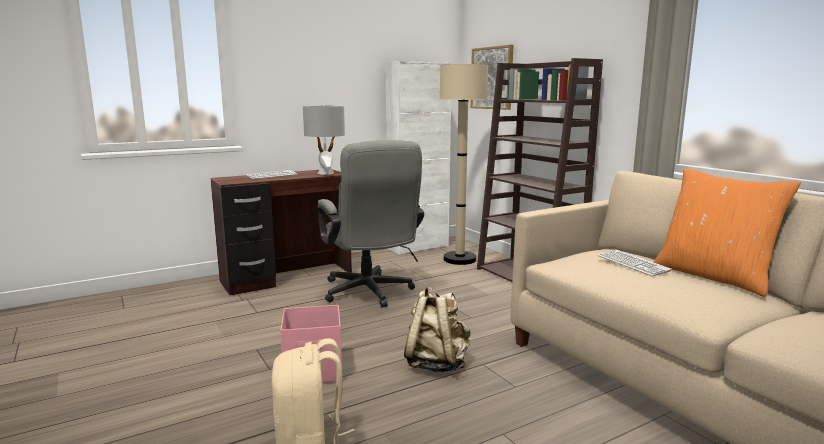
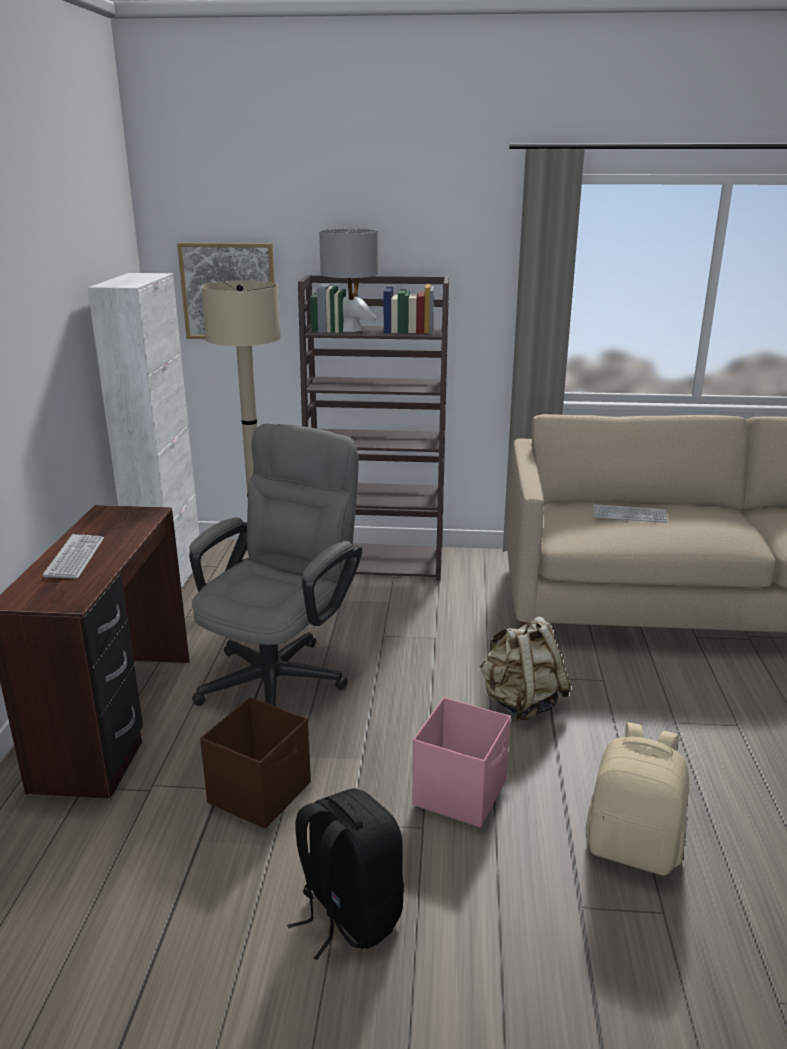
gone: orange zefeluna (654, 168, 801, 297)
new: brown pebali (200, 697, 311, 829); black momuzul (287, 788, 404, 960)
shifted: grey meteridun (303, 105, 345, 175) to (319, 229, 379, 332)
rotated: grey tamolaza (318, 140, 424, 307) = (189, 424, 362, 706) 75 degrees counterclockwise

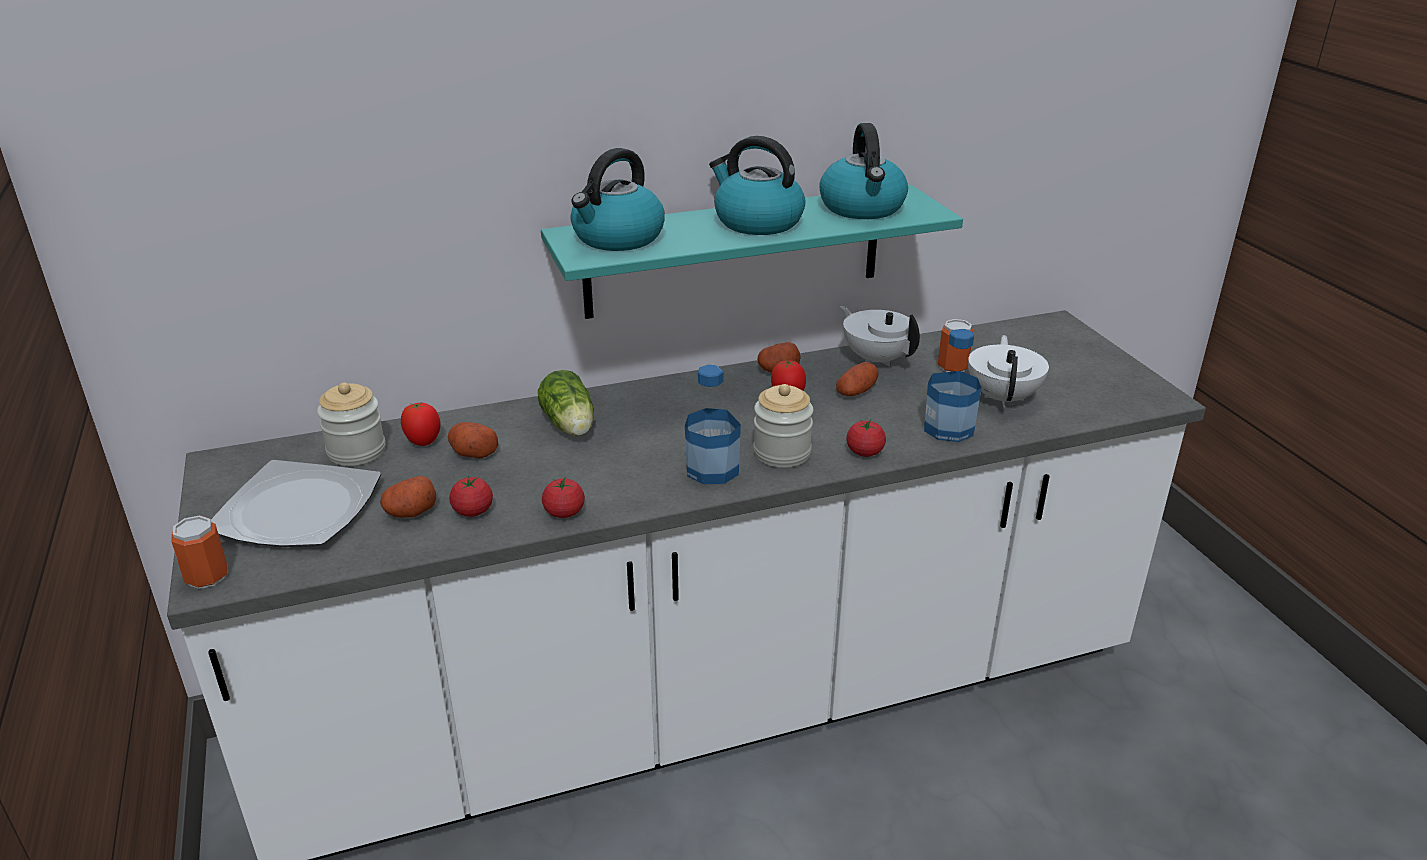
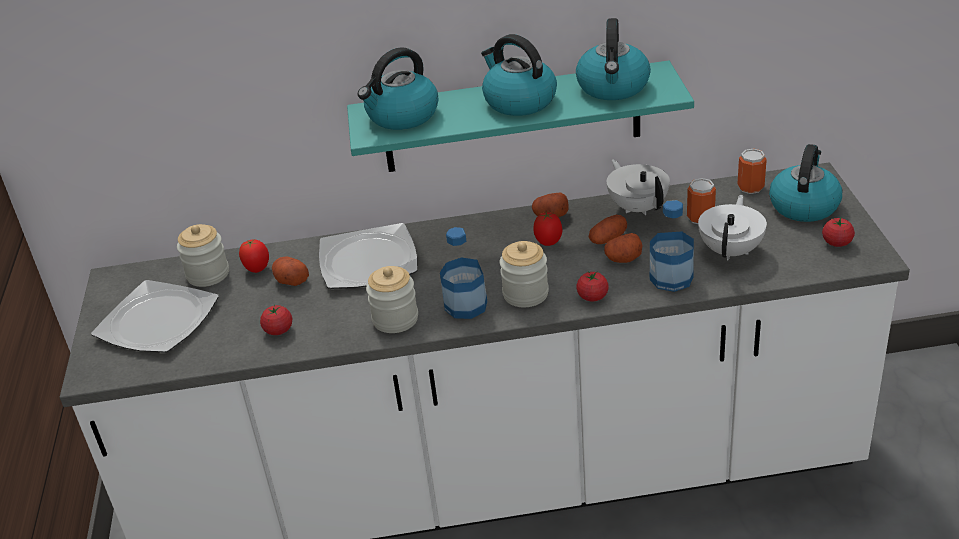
new: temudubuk (366, 266, 418, 333); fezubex (769, 144, 842, 222)
shifted: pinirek (171, 515, 227, 589) to (737, 148, 767, 194); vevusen (380, 476, 436, 518) to (604, 233, 643, 263); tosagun (542, 477, 585, 518) to (822, 217, 855, 247)
swapped: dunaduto (538, 370, 594, 436) to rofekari (319, 223, 417, 289)

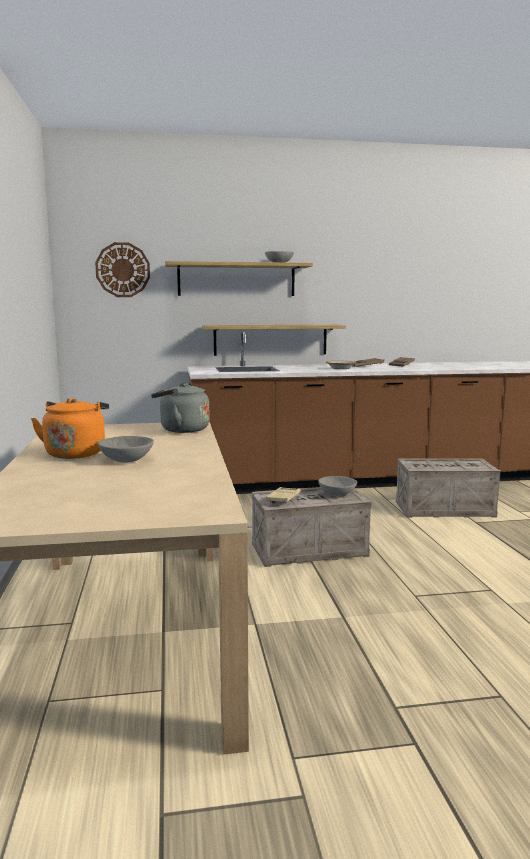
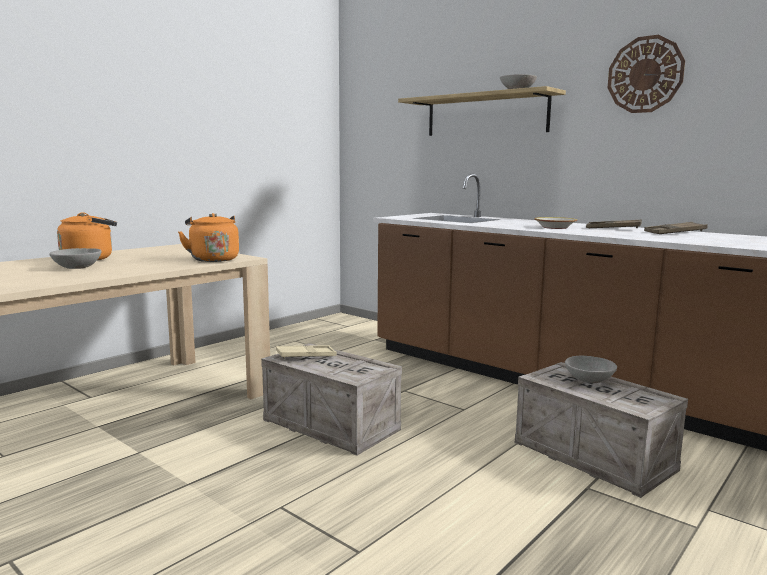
gone: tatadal (202, 325, 346, 356)
shifted: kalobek (95, 242, 150, 297) to (608, 35, 685, 113); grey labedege (318, 476, 357, 496) to (565, 355, 617, 383)
repainted: grey fezubex (151, 383, 210, 433) to orange fezubex (178, 213, 239, 262)

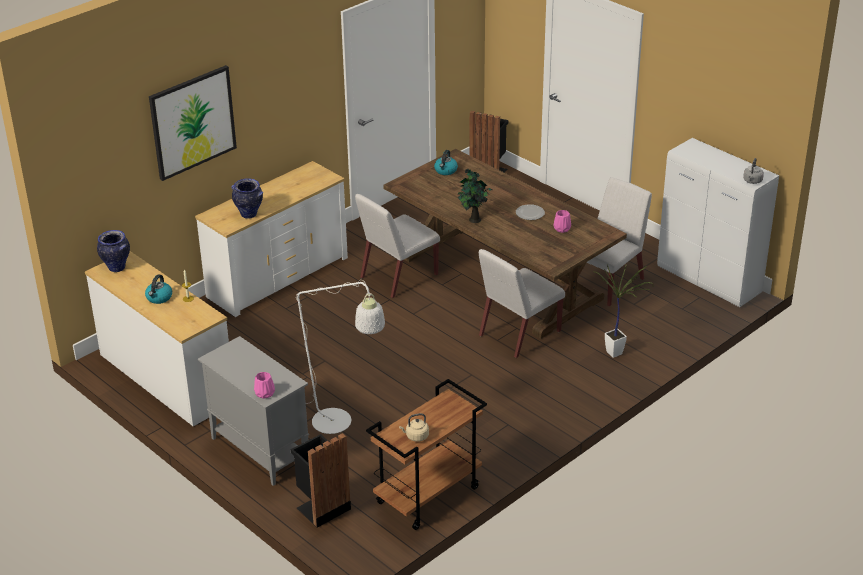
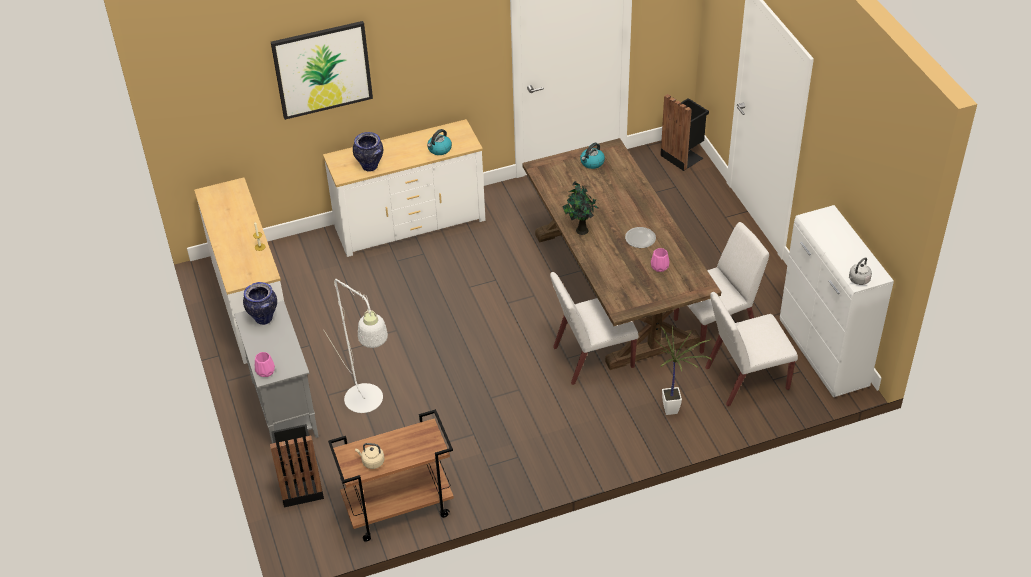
shifted: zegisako (97, 230, 130, 272) to (243, 282, 277, 325); fezubex (145, 274, 172, 304) to (427, 129, 452, 155); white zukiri (355, 194, 440, 298) to (705, 292, 798, 406)

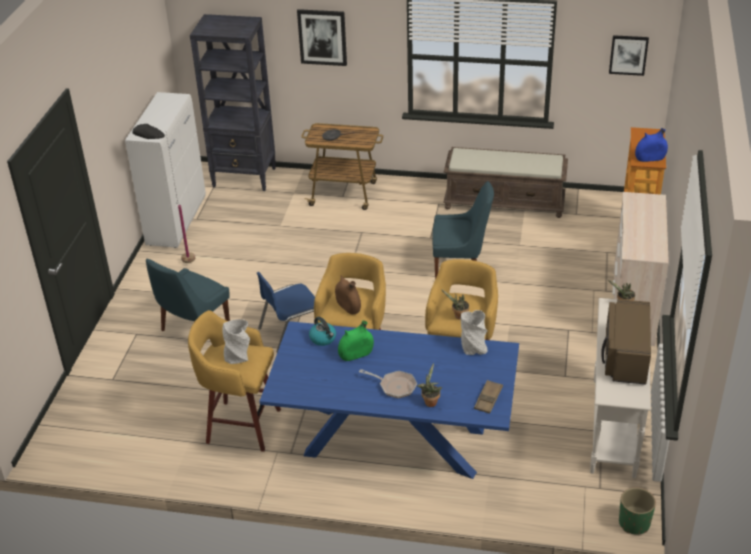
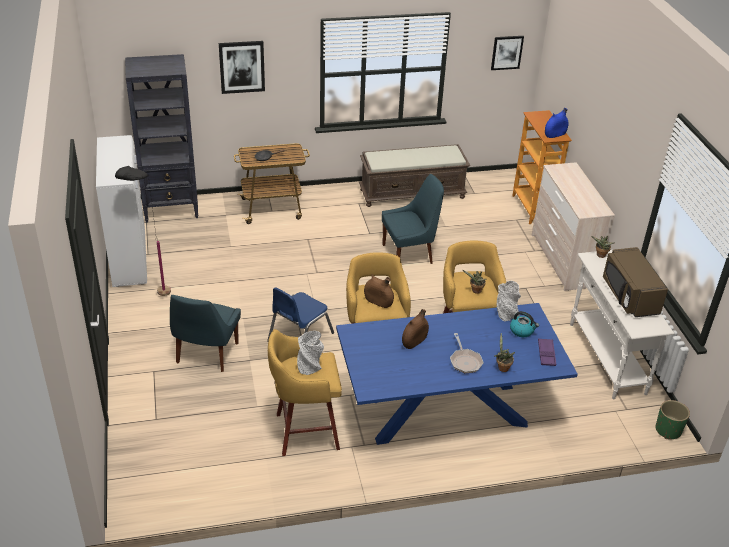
shifted: fezubex (309, 317, 336, 346) to (510, 311, 539, 337)
repainted: green zegisako (338, 320, 374, 361) to brown zegisako (402, 309, 429, 349); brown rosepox (474, 380, 503, 414) to purple rosepox (538, 338, 556, 366)
rotated: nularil (359, 369, 417, 398) = (450, 333, 484, 373) 75 degrees clockwise

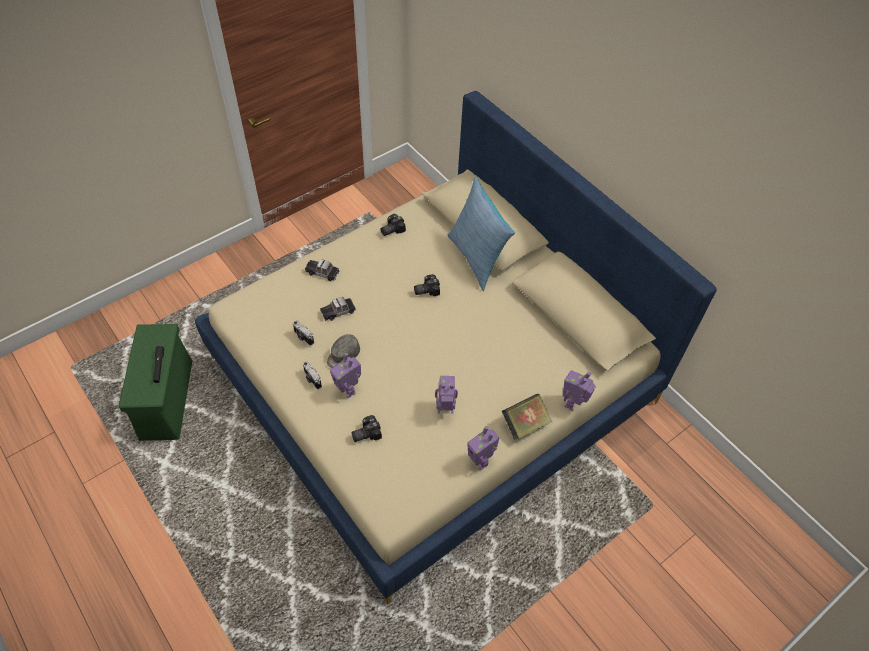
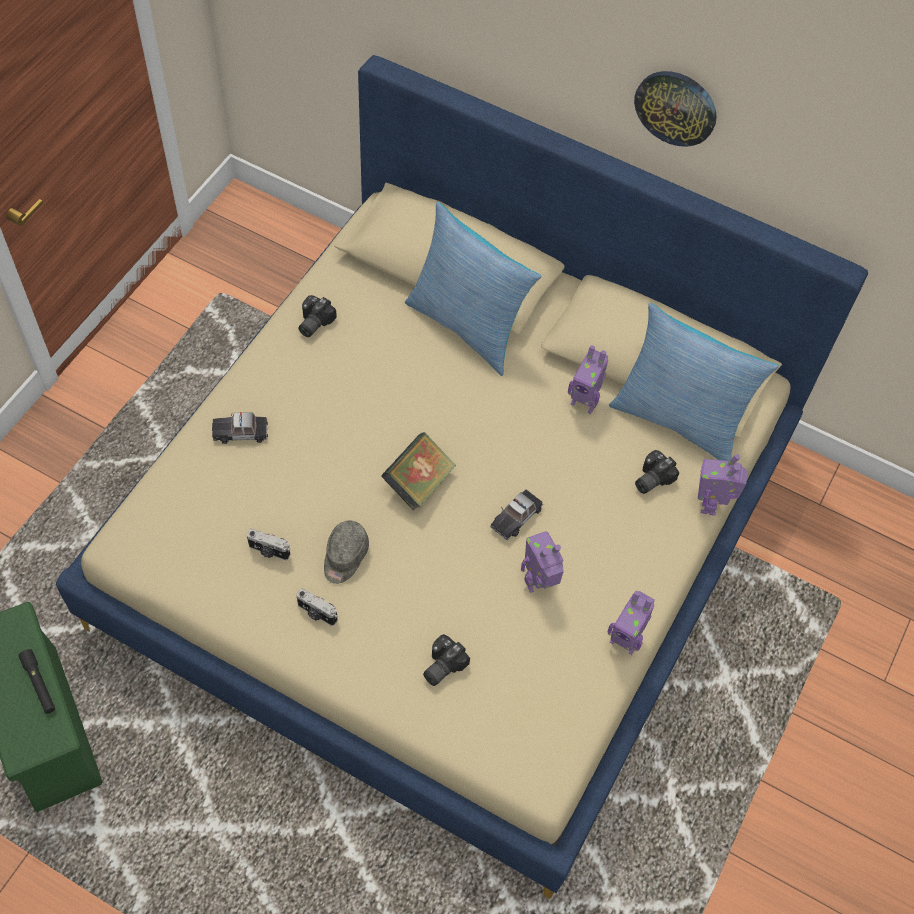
new: zefeluna (609, 303, 779, 461); kalobek (634, 71, 717, 147)
shifted: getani (320, 297, 356, 321) to (490, 489, 543, 541); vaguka (330, 353, 361, 398) to (568, 345, 608, 414); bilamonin (414, 274, 440, 296) to (635, 450, 679, 494); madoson (502, 394, 552, 440) to (381, 432, 456, 511)

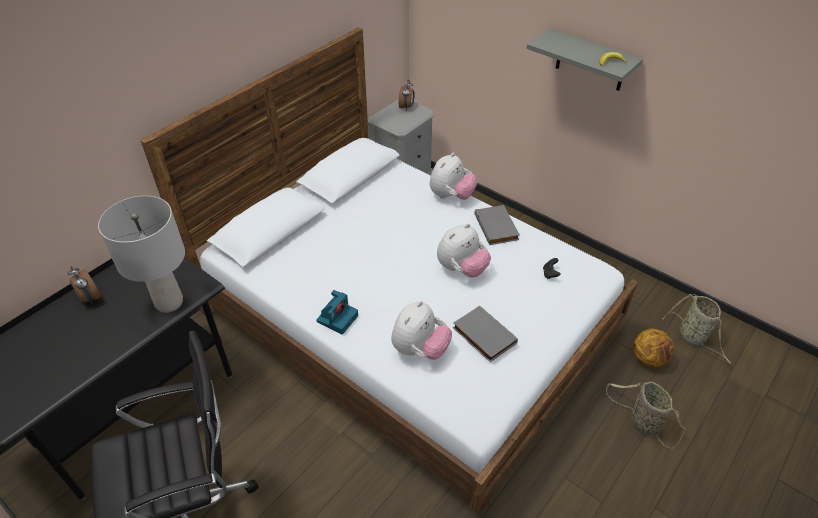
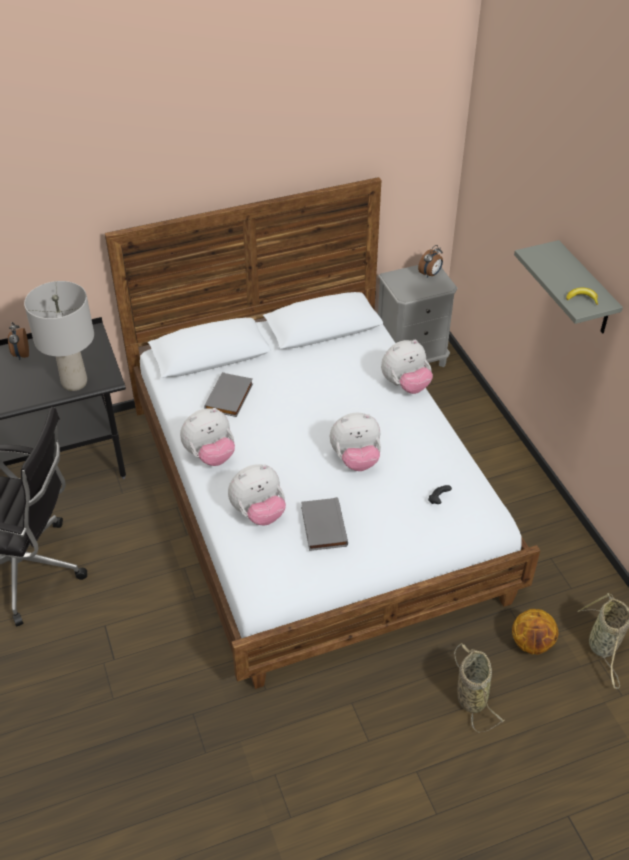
shifted: grey madoson (474, 205, 520, 245) to (204, 372, 253, 417)
swapped: bilamonin (316, 290, 358, 335) to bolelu (180, 408, 235, 466)

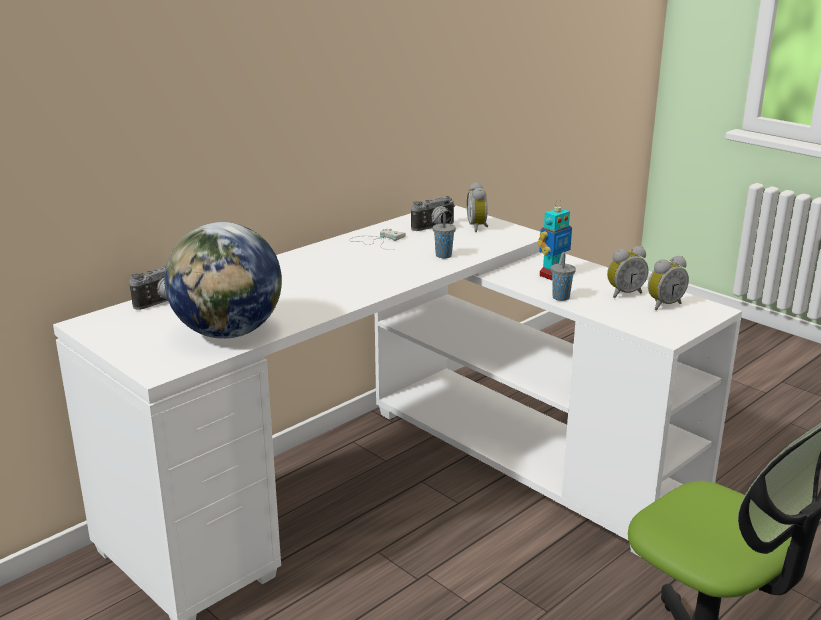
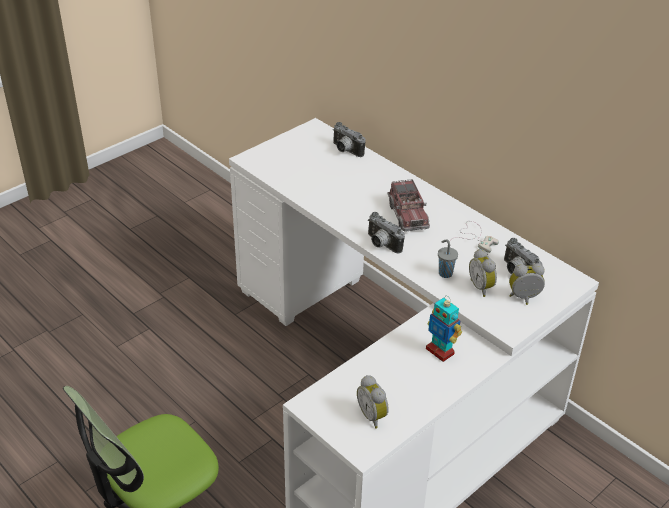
gone: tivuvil (165, 222, 282, 339); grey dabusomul (551, 252, 576, 301)
new: bilamonin (368, 212, 405, 253); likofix (387, 179, 430, 232)
shifted: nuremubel (607, 246, 648, 298) to (469, 249, 497, 297)

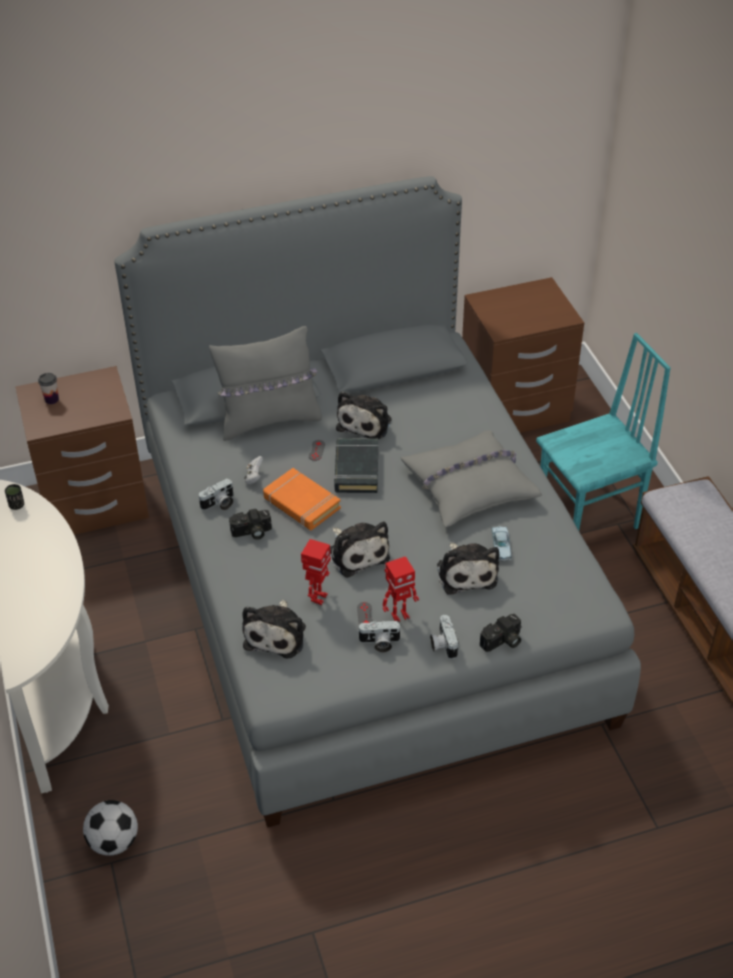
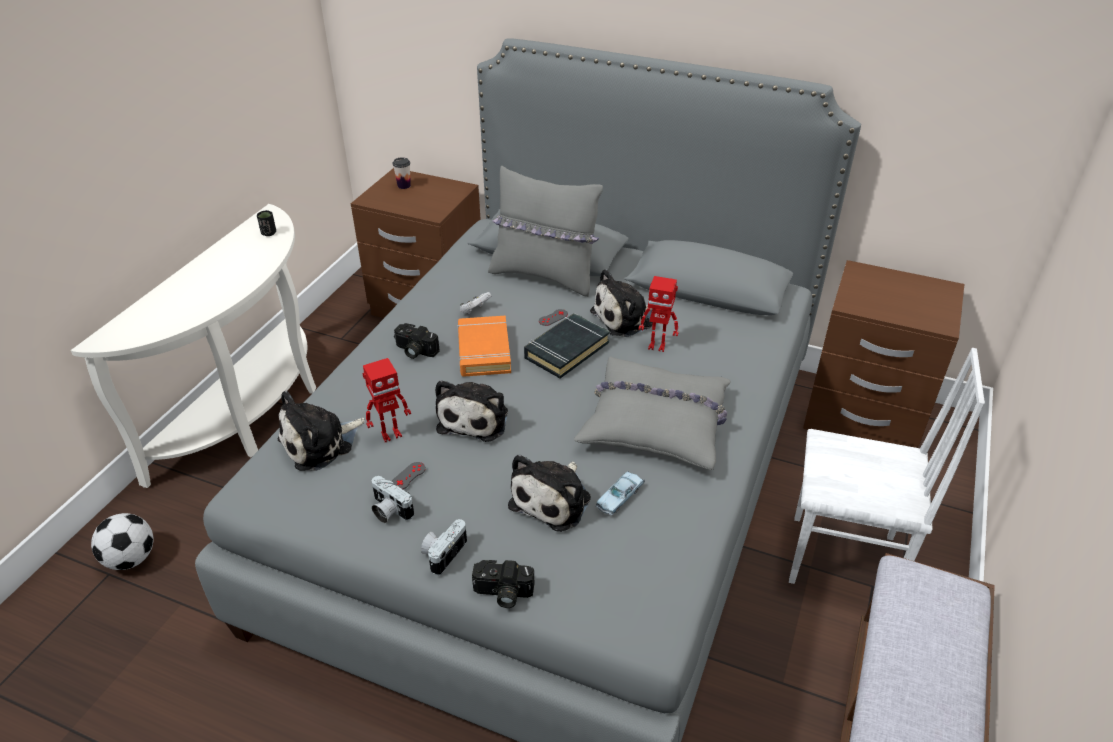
gone: bilamonin (199, 478, 234, 510)
shifted: vaguka (383, 556, 419, 622) to (639, 276, 679, 352)
repainted: turquoise zukiri (536, 333, 671, 530) to white zukiri (789, 348, 985, 584)

